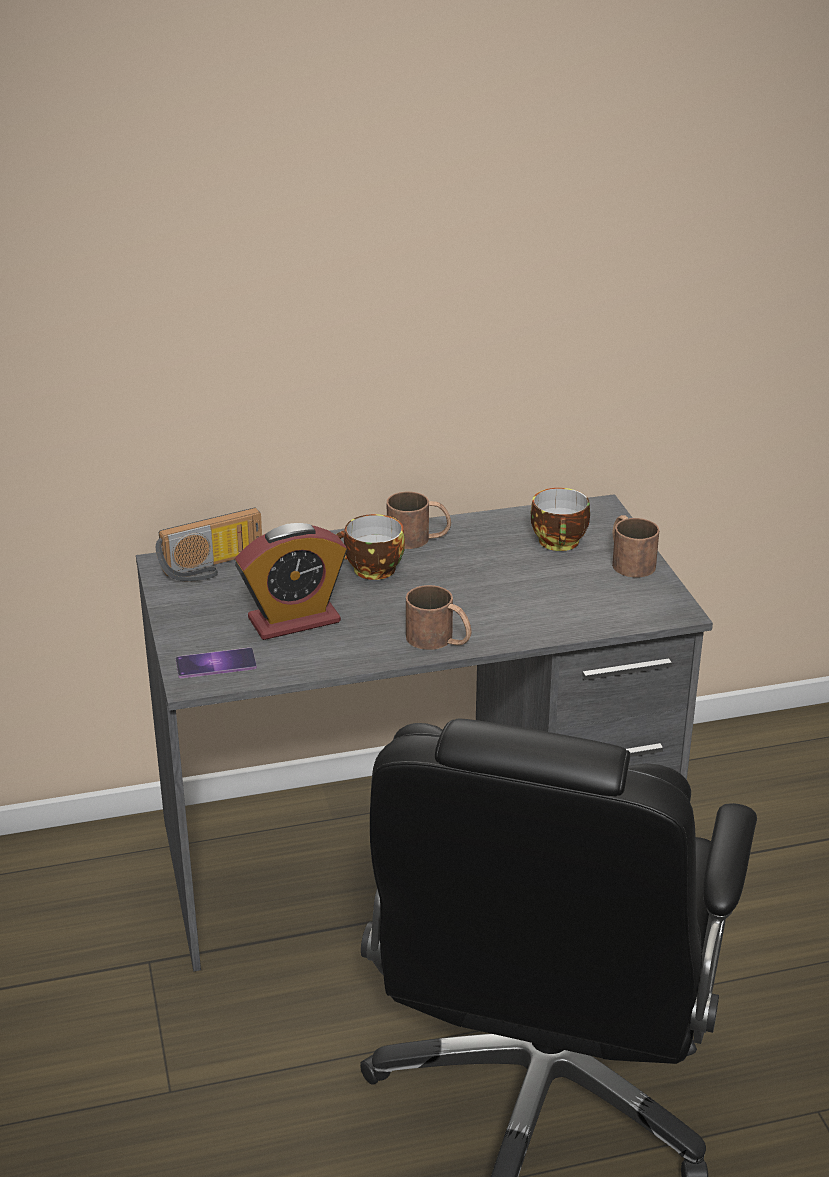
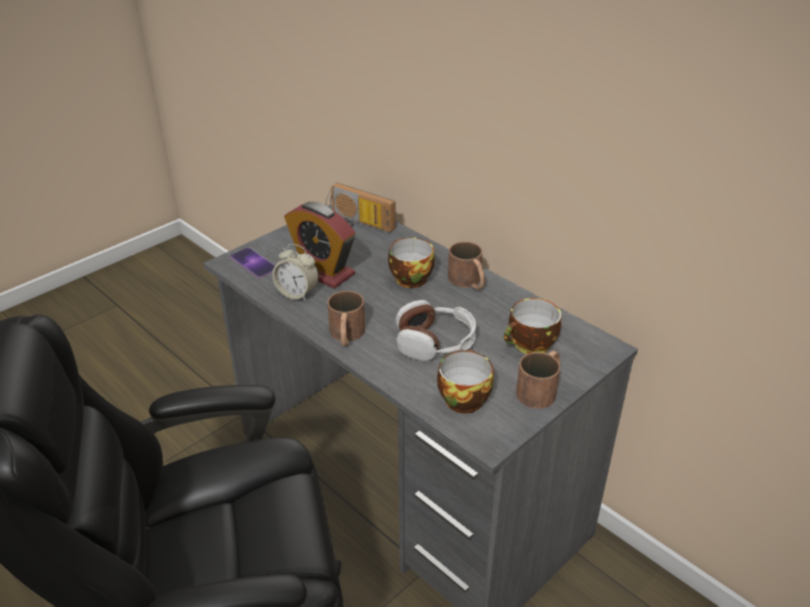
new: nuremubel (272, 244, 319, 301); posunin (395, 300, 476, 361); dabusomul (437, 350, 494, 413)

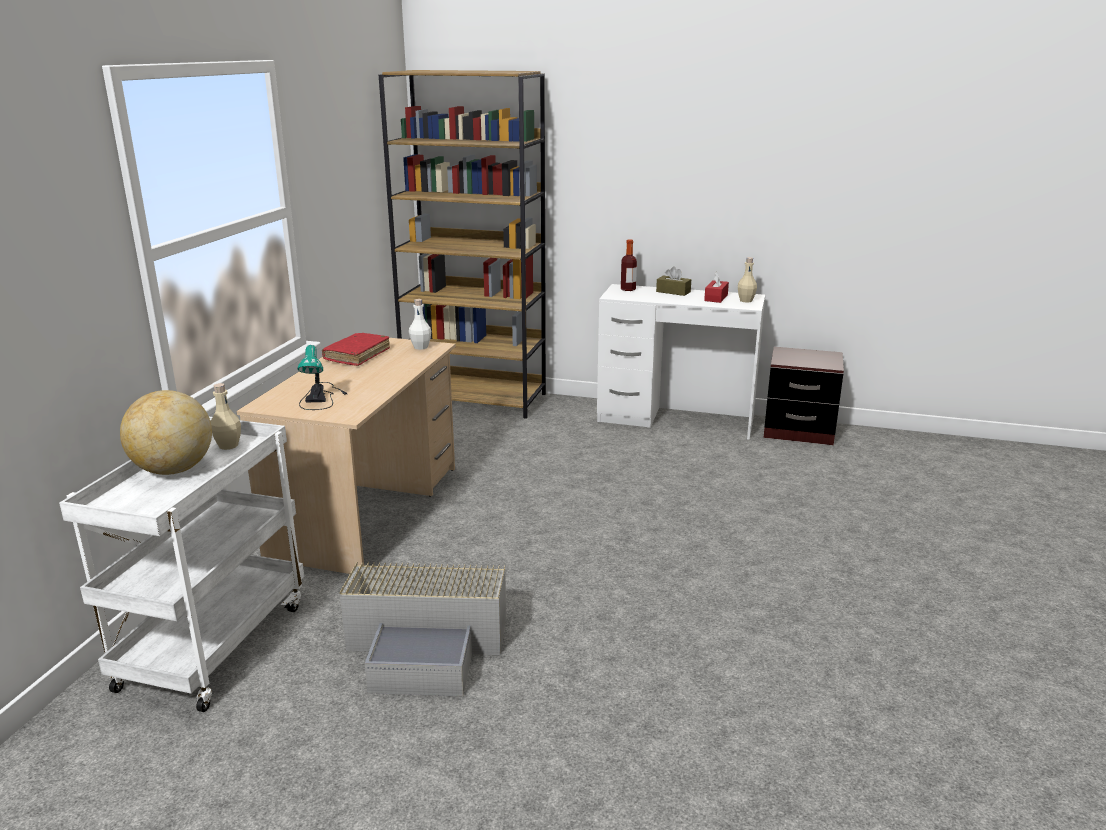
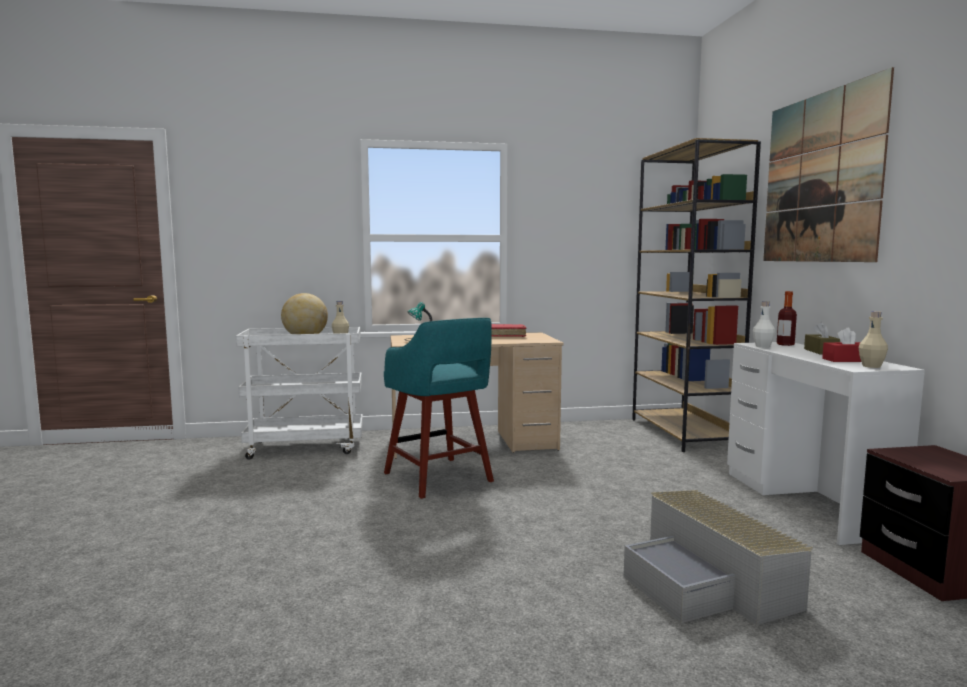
new: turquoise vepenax (384, 318, 494, 499); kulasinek (763, 67, 894, 262)
shifted: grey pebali (339, 562, 506, 696) to (624, 490, 813, 625); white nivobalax (409, 299, 431, 350) to (753, 301, 775, 348)

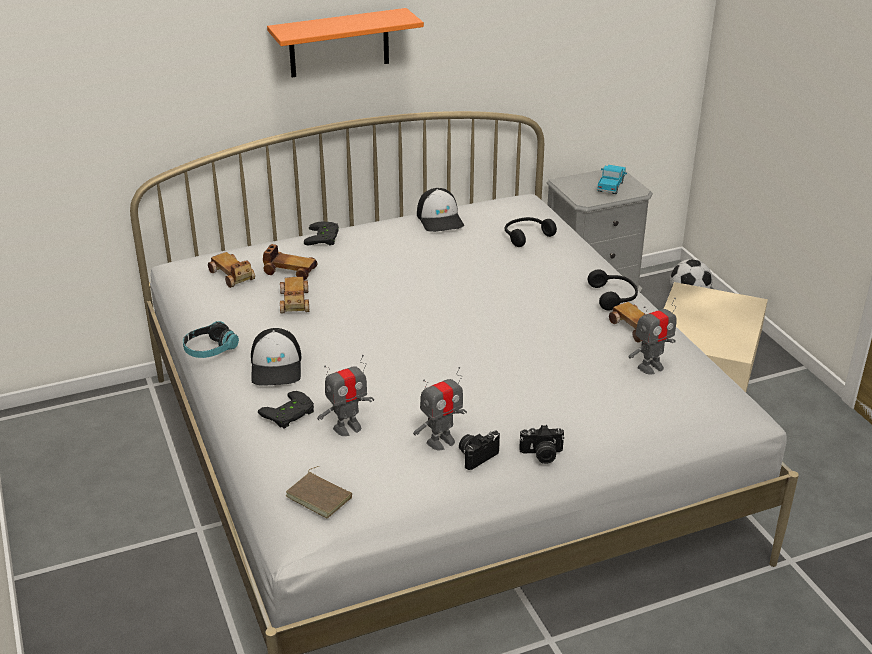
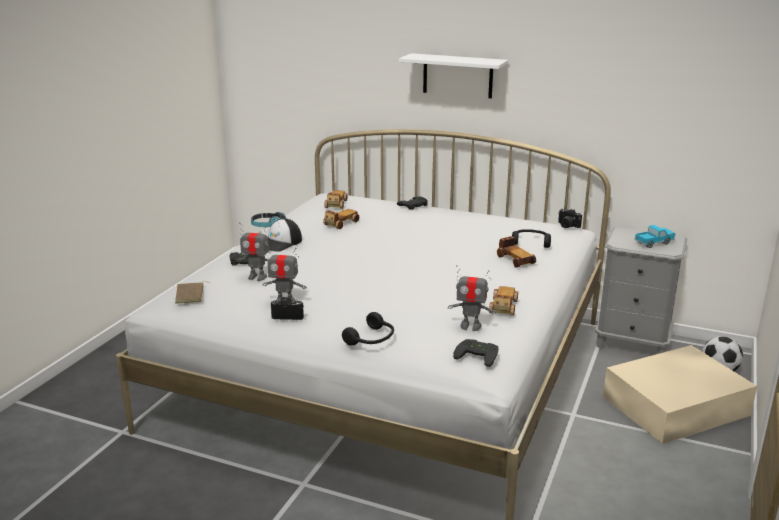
gone: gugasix (417, 188, 464, 232)
new: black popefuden (453, 339, 498, 367)
shifted: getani (263, 244, 318, 280) to (497, 236, 536, 268); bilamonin (519, 425, 565, 464) to (558, 209, 582, 228); black posunin (588, 269, 638, 310) to (342, 312, 394, 346)
repainted: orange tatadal (267, 8, 424, 78) to white tatadal (399, 53, 508, 98)

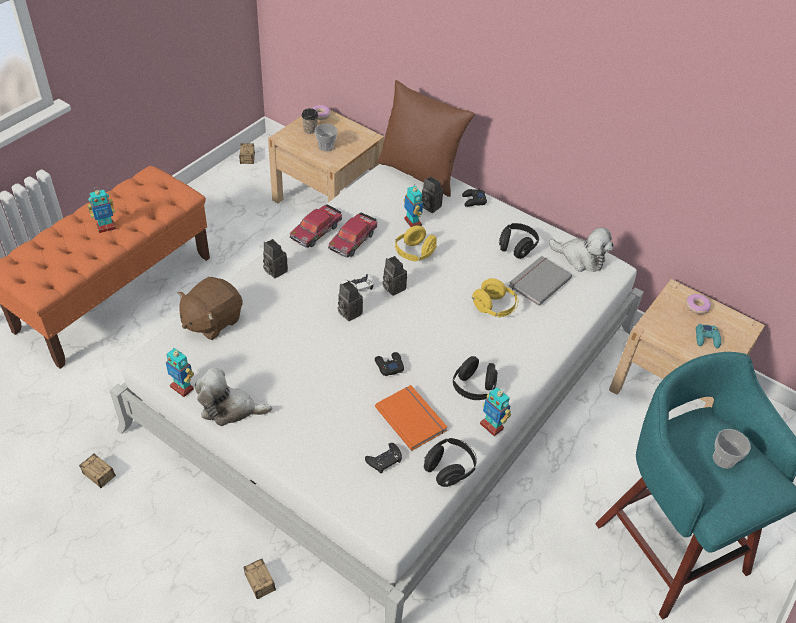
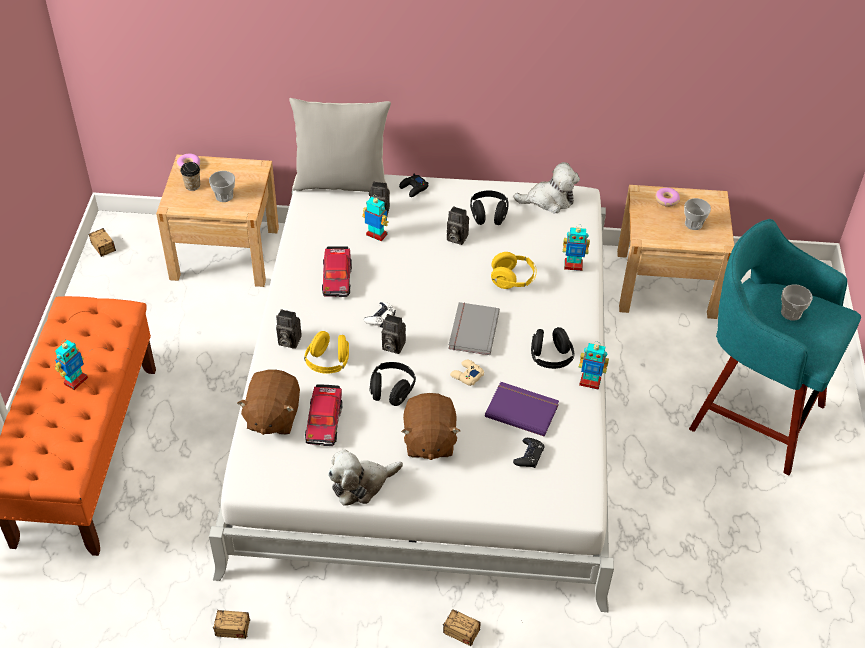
new: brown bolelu (401, 393, 460, 460)
shifted: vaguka (166, 348, 194, 397) to (563, 224, 590, 271); getani (290, 204, 342, 248) to (305, 384, 343, 446); bilamonin (382, 256, 407, 296) to (447, 206, 469, 245); yellow posunin (395, 225, 437, 262) to (304, 331, 349, 374); black posunin (424, 438, 477, 487) to (370, 362, 416, 406); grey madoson (509, 256, 572, 306) to (448, 302, 500, 355)
swapped: turquoise popefuden (696, 324, 721, 348) to dabusomul (684, 198, 711, 230)
repainted: black popefuden (375, 352, 404, 376) to beige popefuden (450, 360, 484, 386); orange madoson (375, 385, 447, 451) to purple madoson (485, 382, 559, 437); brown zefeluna (377, 80, 475, 197) to grey zefeluna (289, 98, 391, 194)

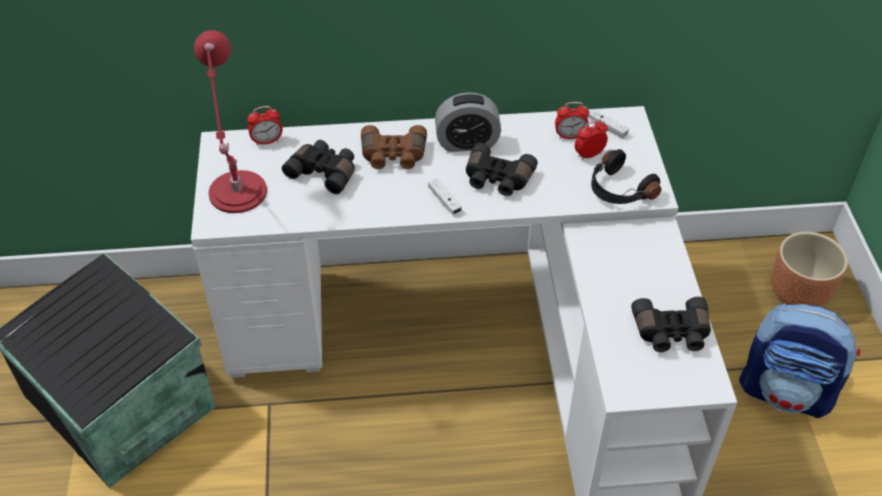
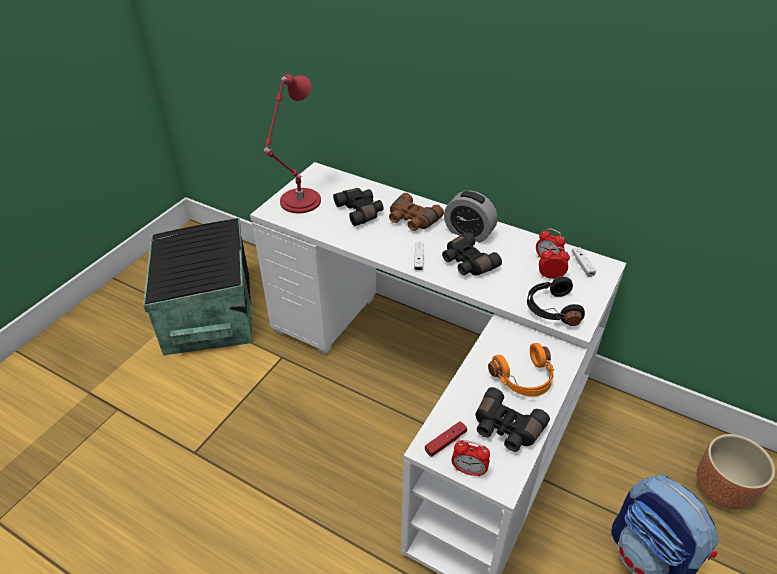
new: red popefuden (425, 421, 467, 457); orange posunin (488, 343, 554, 397)
shifted: nuremubel (247, 106, 283, 146) to (451, 440, 490, 477)

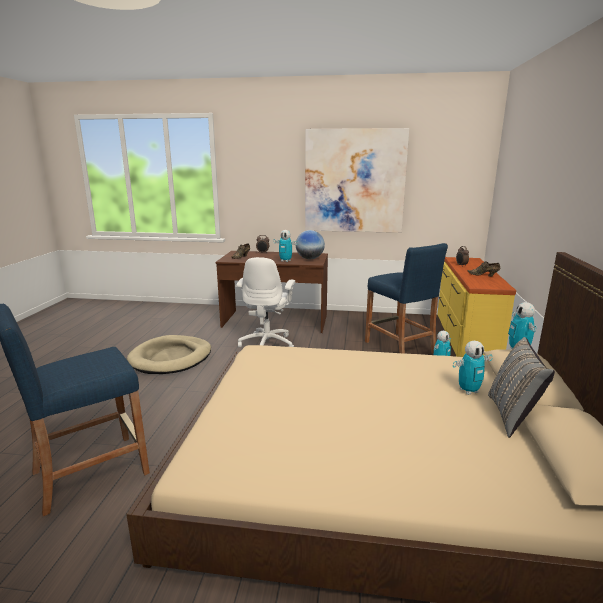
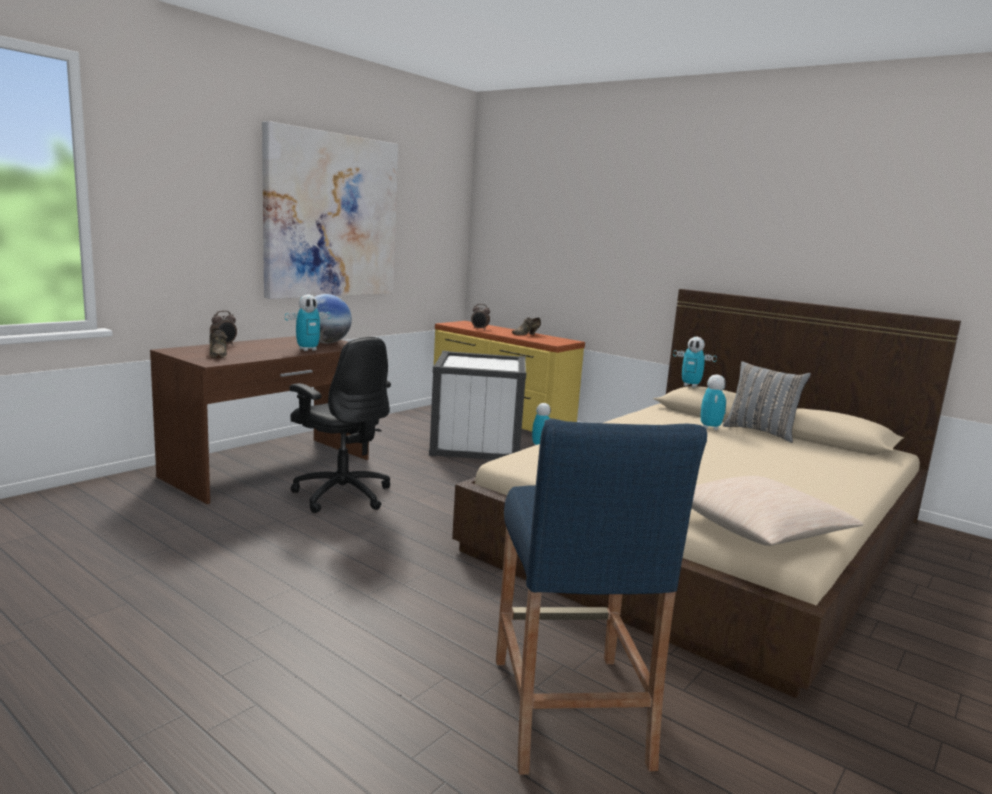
gone: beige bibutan (127, 335, 211, 374)
new: beige zefeluna (692, 476, 864, 546)
swapped: blue vepenax (365, 243, 448, 354) to white pebali (429, 351, 526, 460)
repainted: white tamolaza (236, 257, 295, 347) to black tamolaza (289, 337, 391, 513)

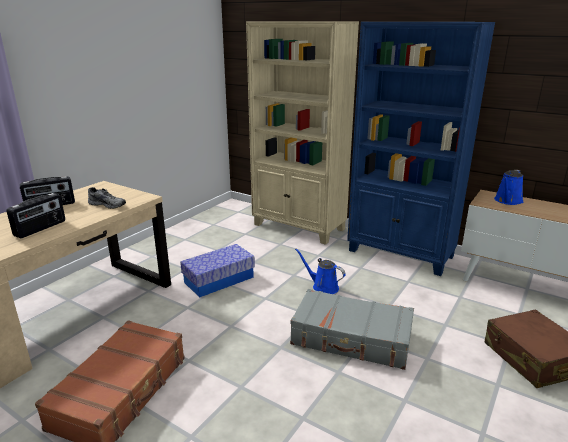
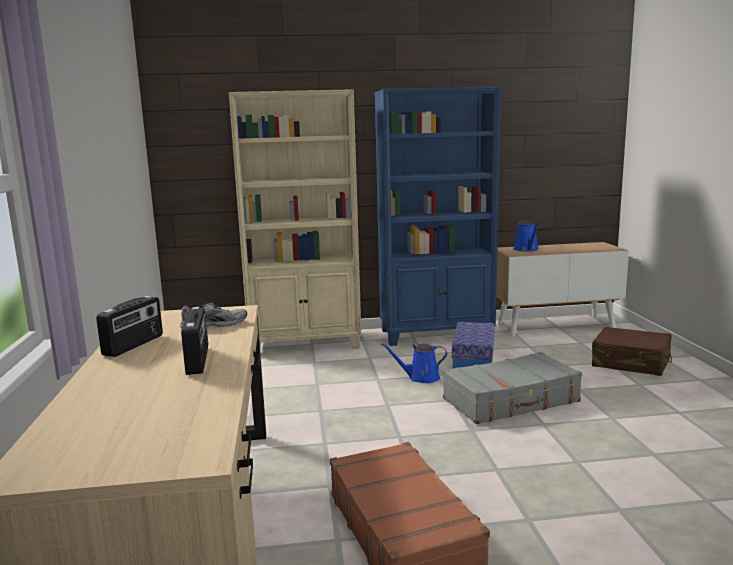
shifted: pebali (180, 244, 255, 297) to (452, 322, 495, 369)

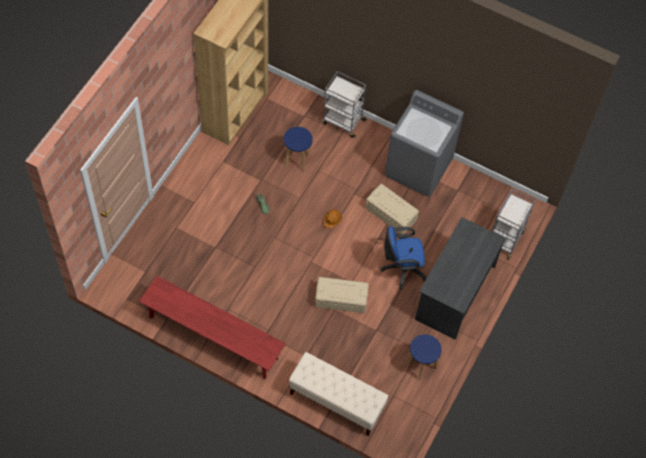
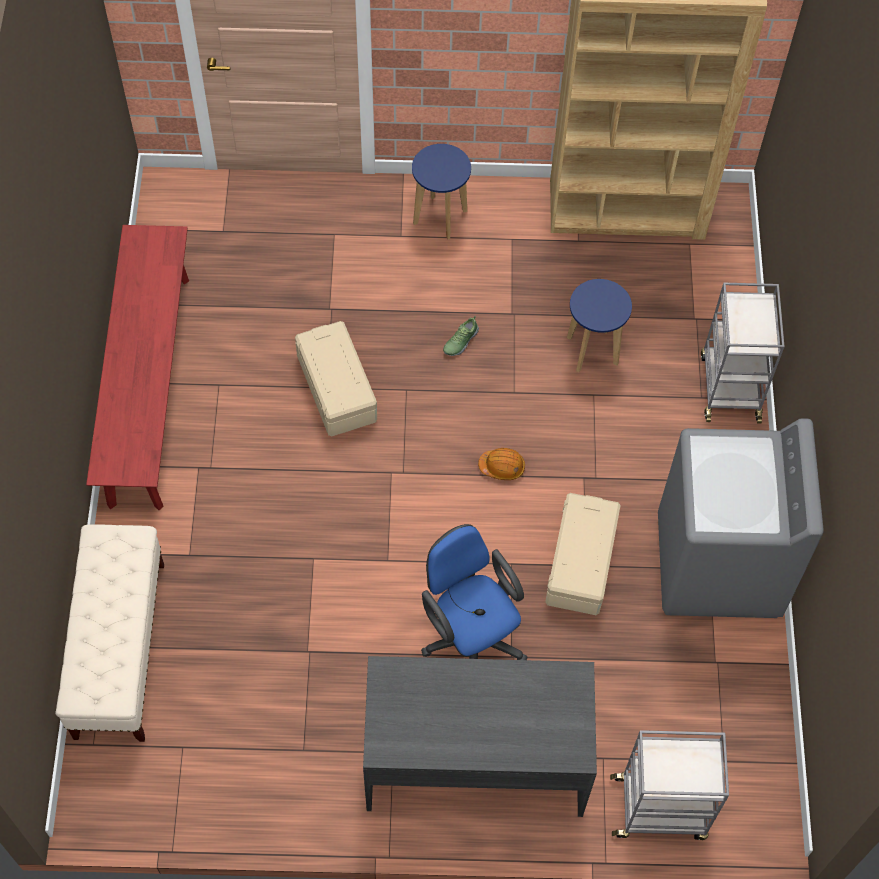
shifted: beige pebali (315, 277, 369, 313) to (295, 321, 377, 437); blue vepenax (406, 334, 442, 380) to (412, 144, 471, 239)

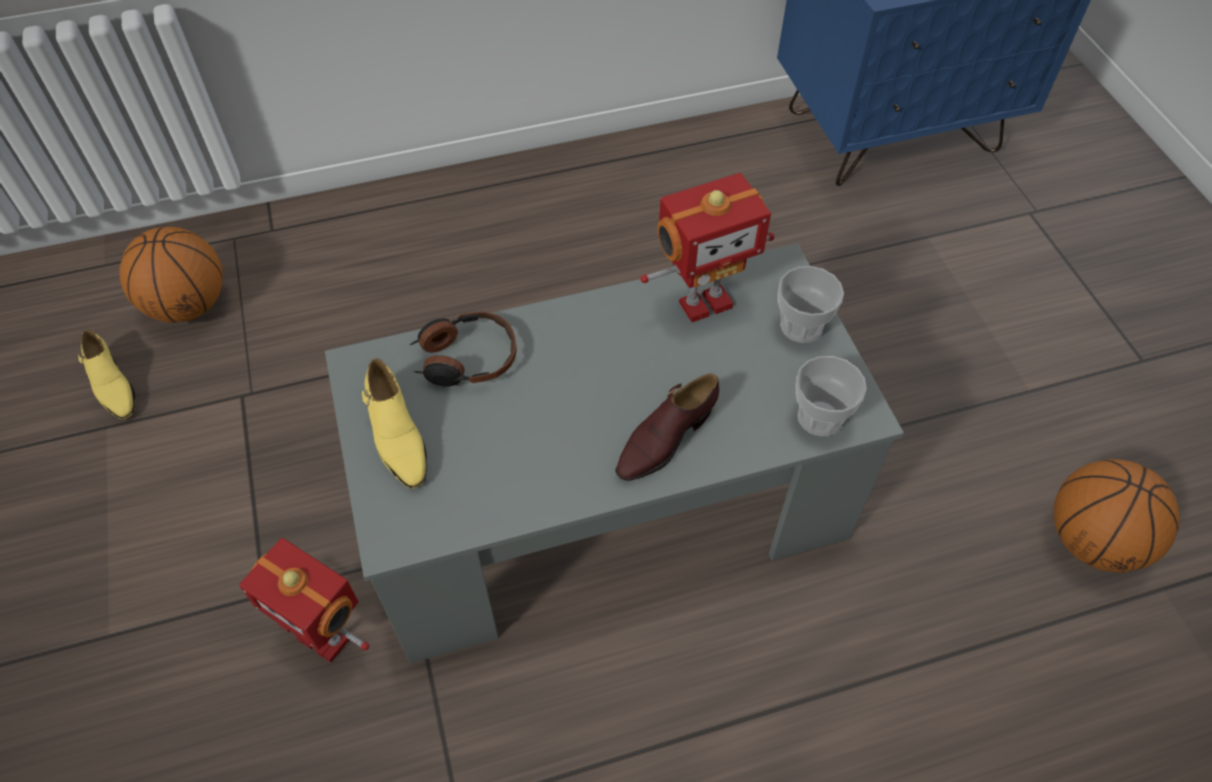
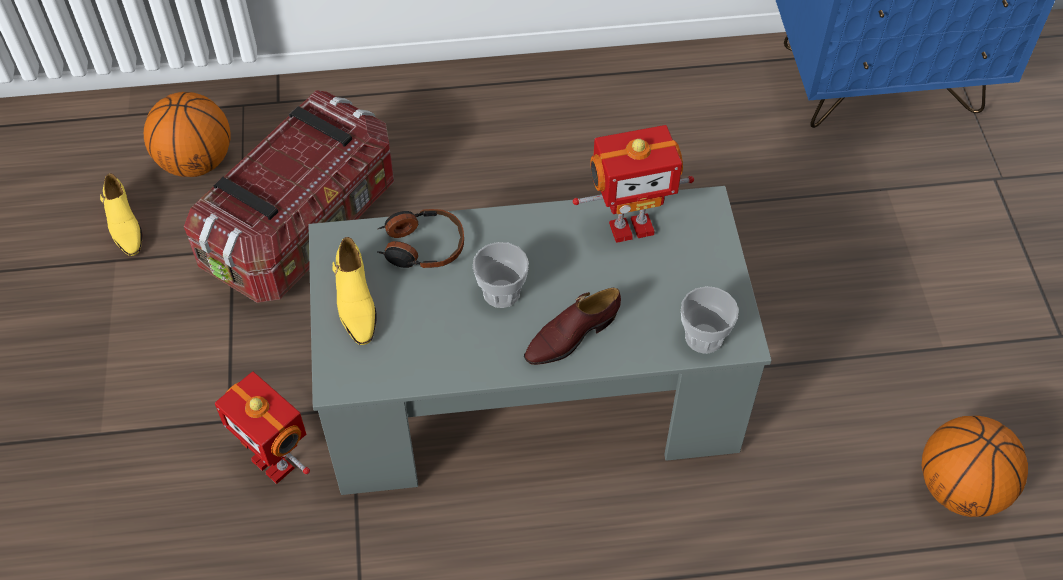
new: pebali (184, 90, 394, 303)
shifted: dabusomul (778, 266, 844, 343) to (473, 242, 529, 308)

